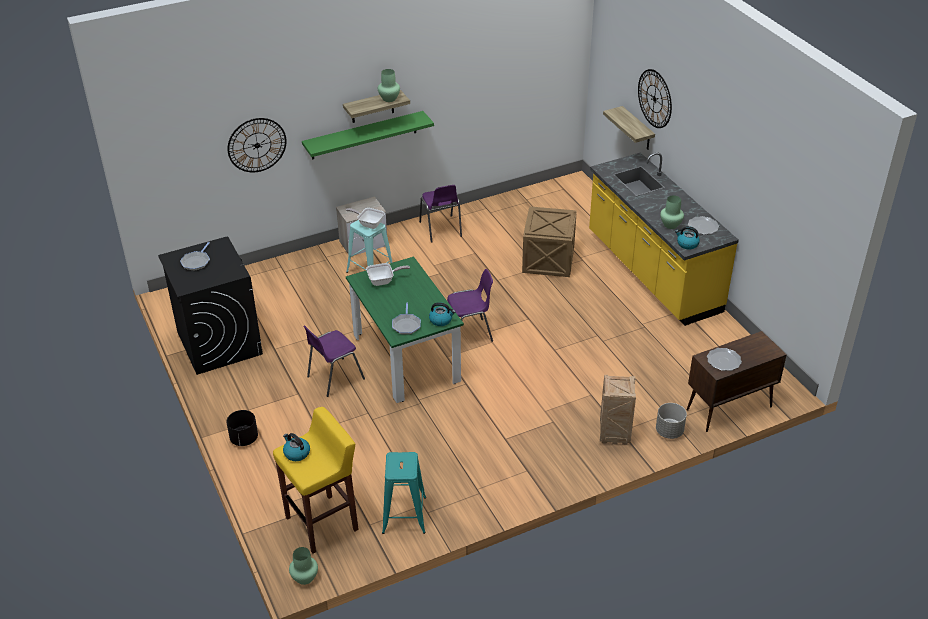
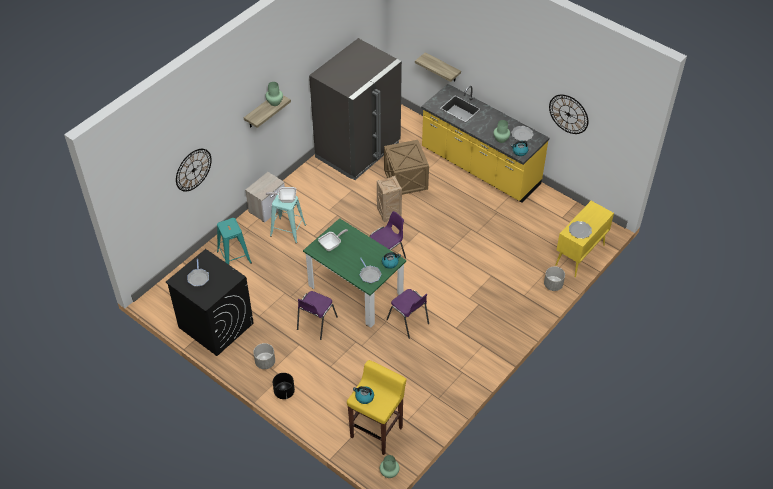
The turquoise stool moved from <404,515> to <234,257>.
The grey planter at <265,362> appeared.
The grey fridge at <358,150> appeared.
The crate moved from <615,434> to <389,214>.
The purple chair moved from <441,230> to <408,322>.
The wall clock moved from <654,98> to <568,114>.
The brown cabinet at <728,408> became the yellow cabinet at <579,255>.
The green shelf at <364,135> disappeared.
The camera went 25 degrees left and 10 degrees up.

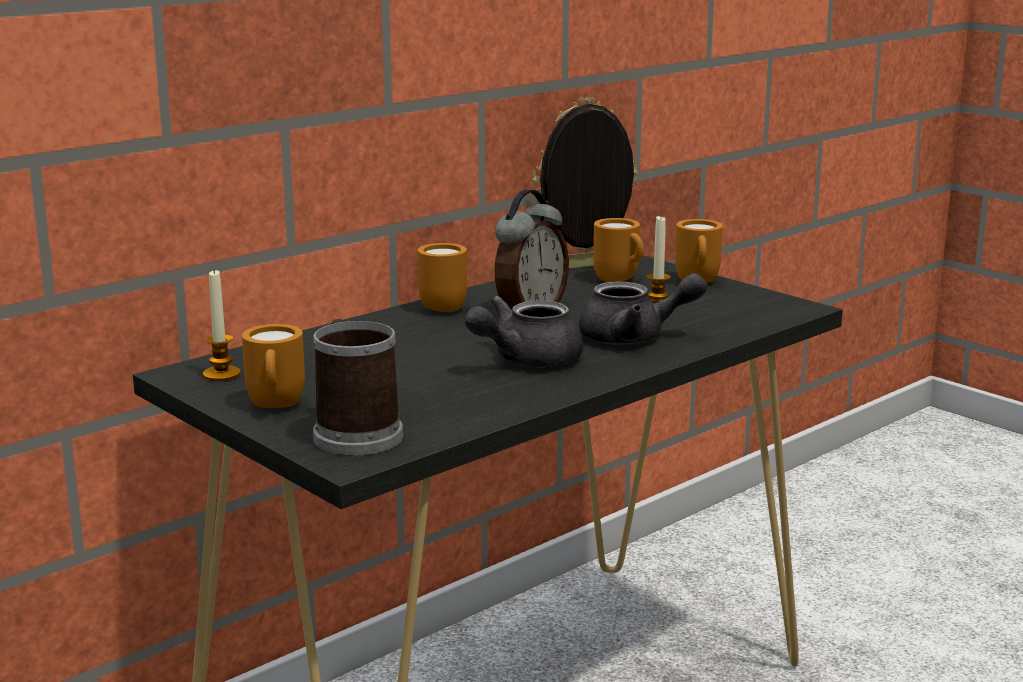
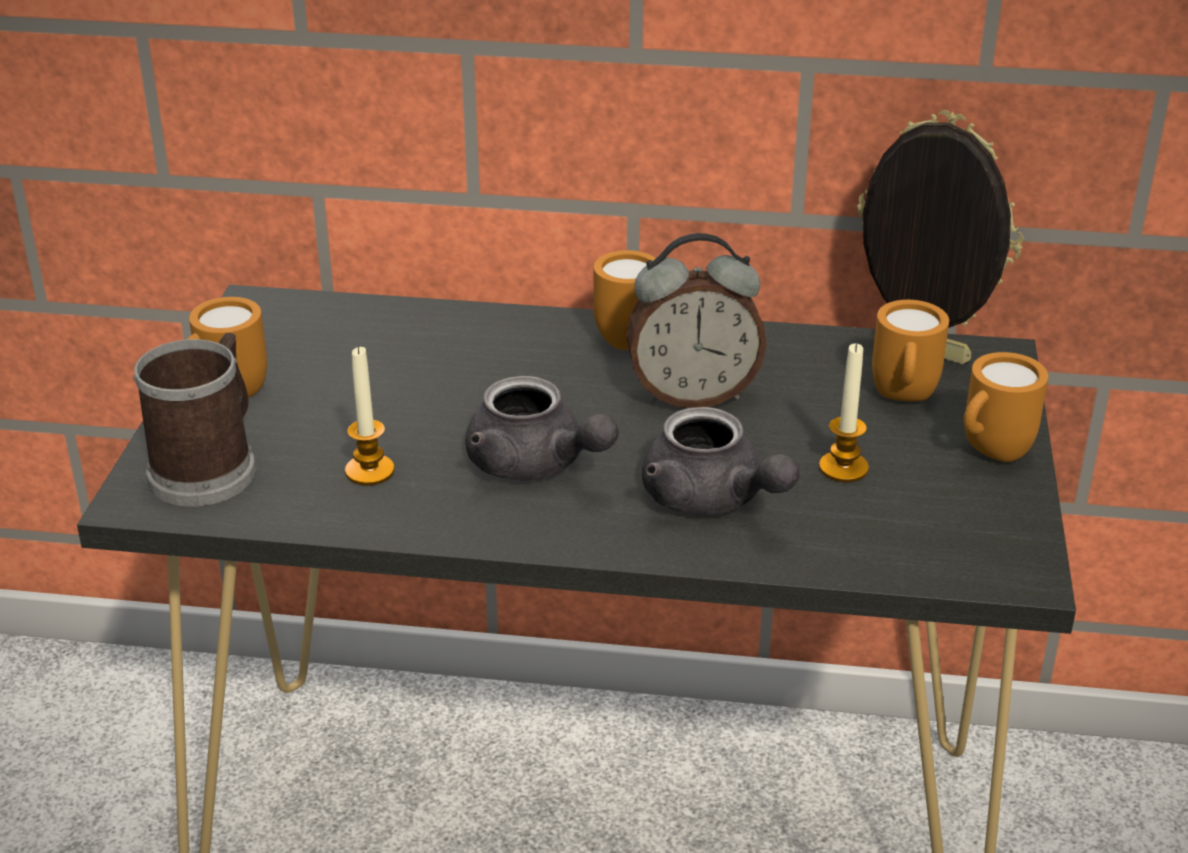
The candle moved from <221,374> to <370,471>.
The grey teapot at <525,360> turned 150 degrees counterclockwise.
The camera went 50 degrees right and 15 degrees up.

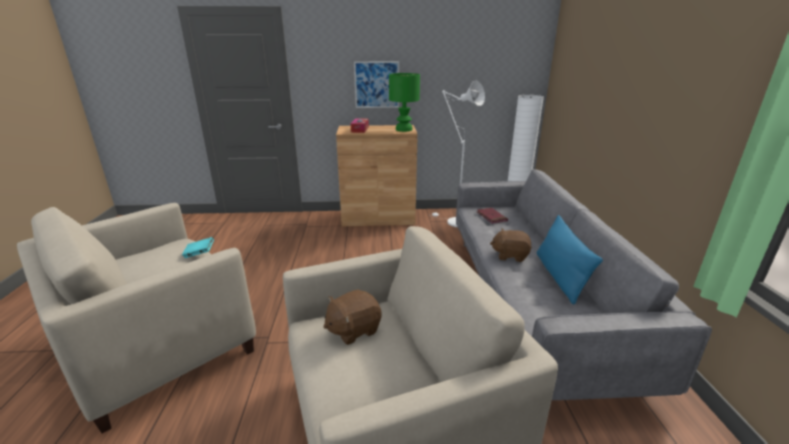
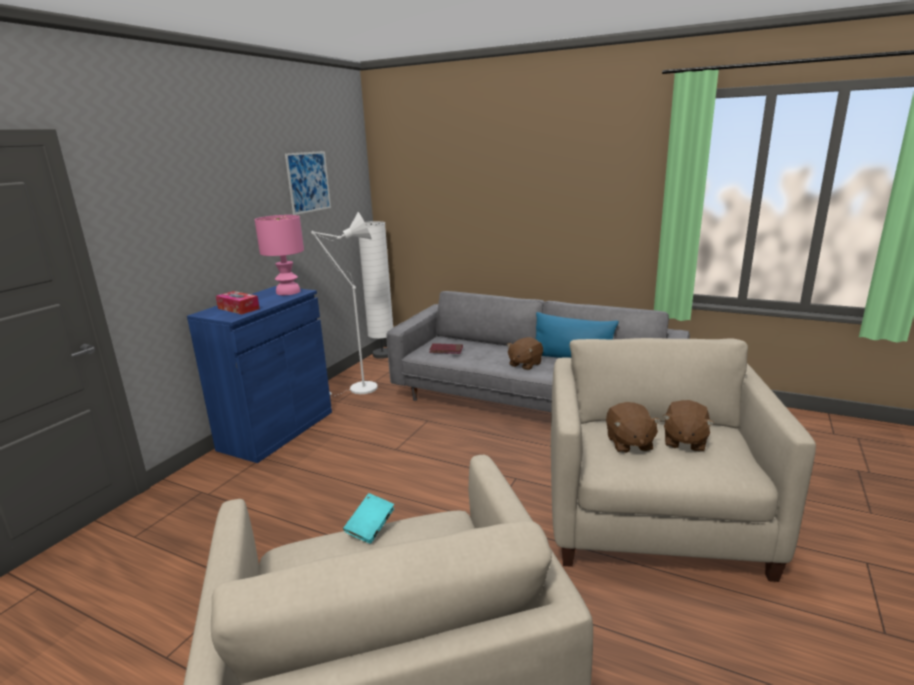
The brown cabinet at <378,218> became the blue cabinet at <277,430>.
The green table lamp at <403,129> became the pink table lamp at <287,292>.
The picture moved from <377,85> to <308,182>.
The brown plush toy at <684,441> appeared.
The camera went 60 degrees left and 5 degrees down.

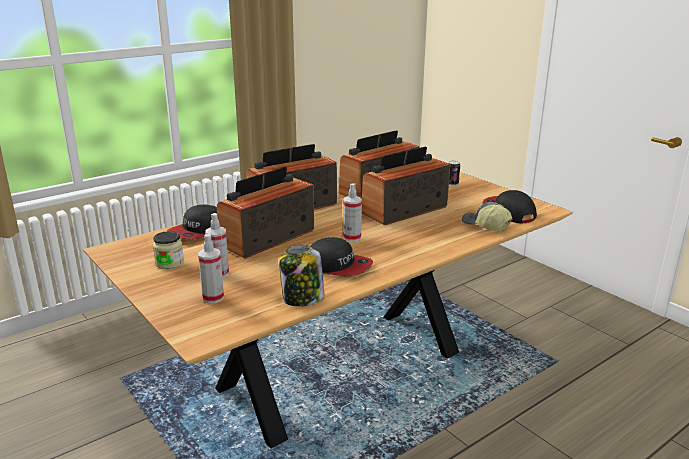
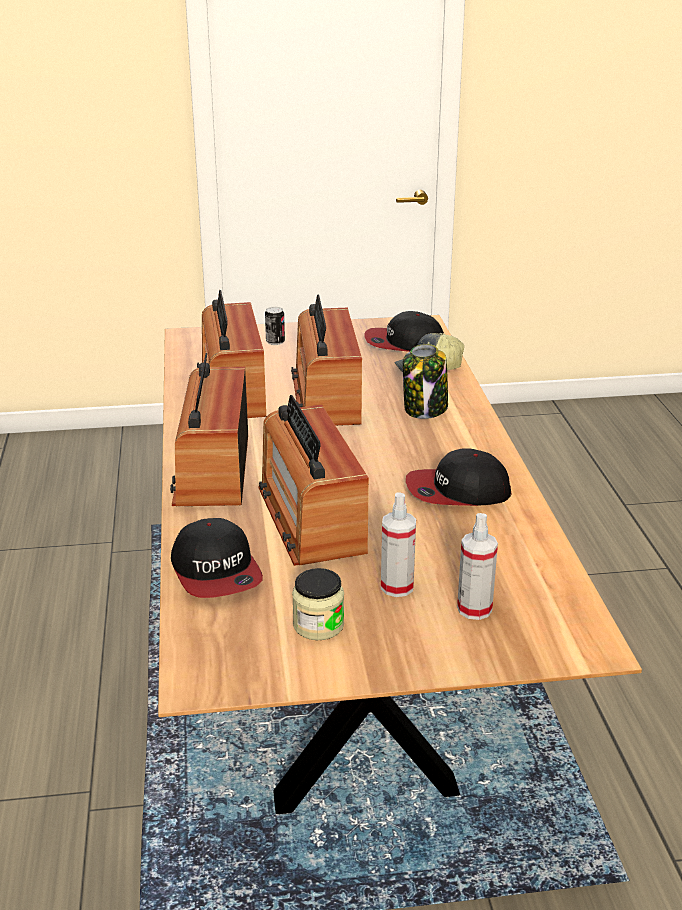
The jar moved from <302,299> to <425,409>.
The cap at <338,266> turned 150 degrees counterclockwise.
The spray bottle at <352,237> disappeared.
The camera went 60 degrees left and 5 degrees up.

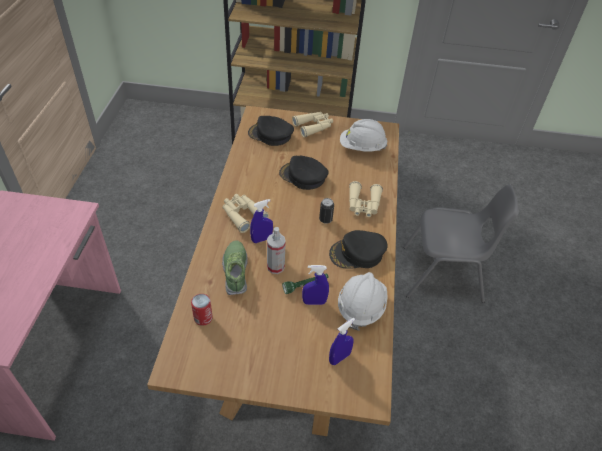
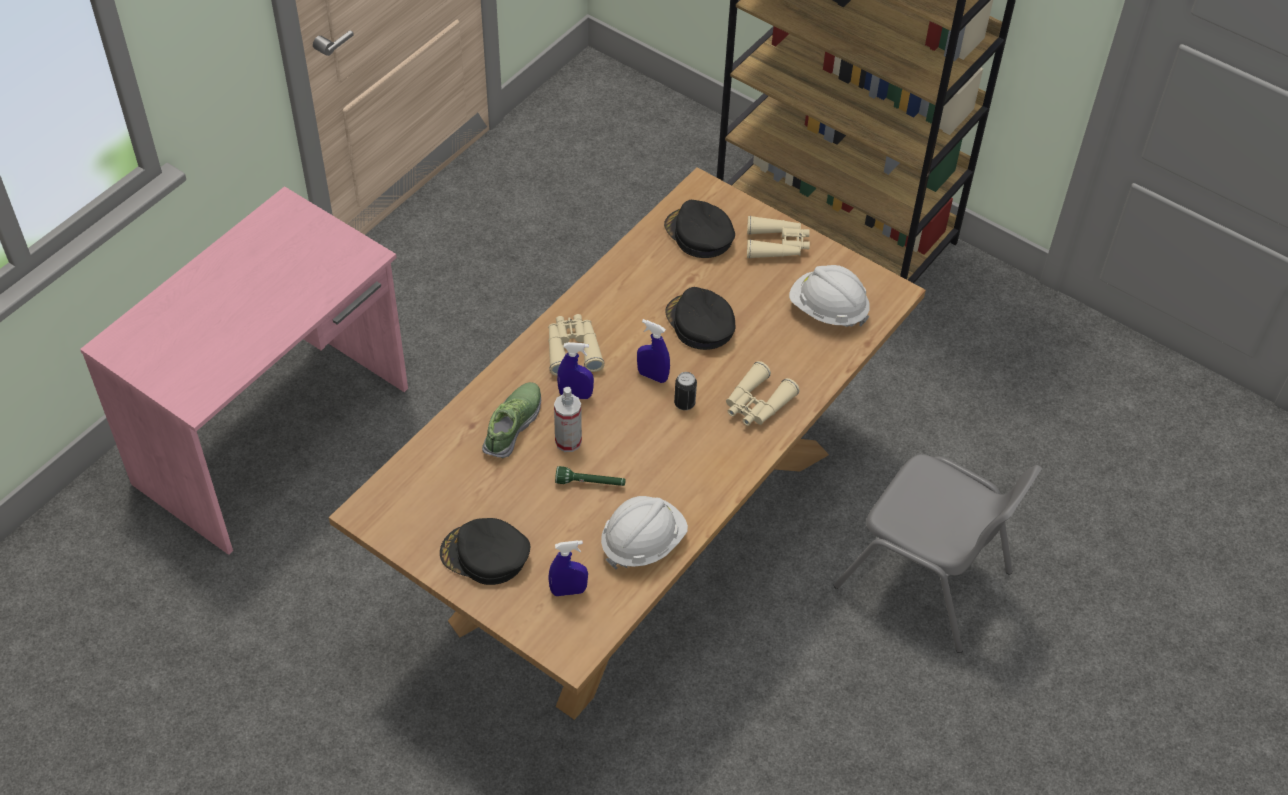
The black cap moved from <357,254> to <485,555>.
The blue spray bottle moved from <314,302> to <652,376>.
The can at <203,318> disappeared.
The camera went 30 degrees right and 5 degrees up.

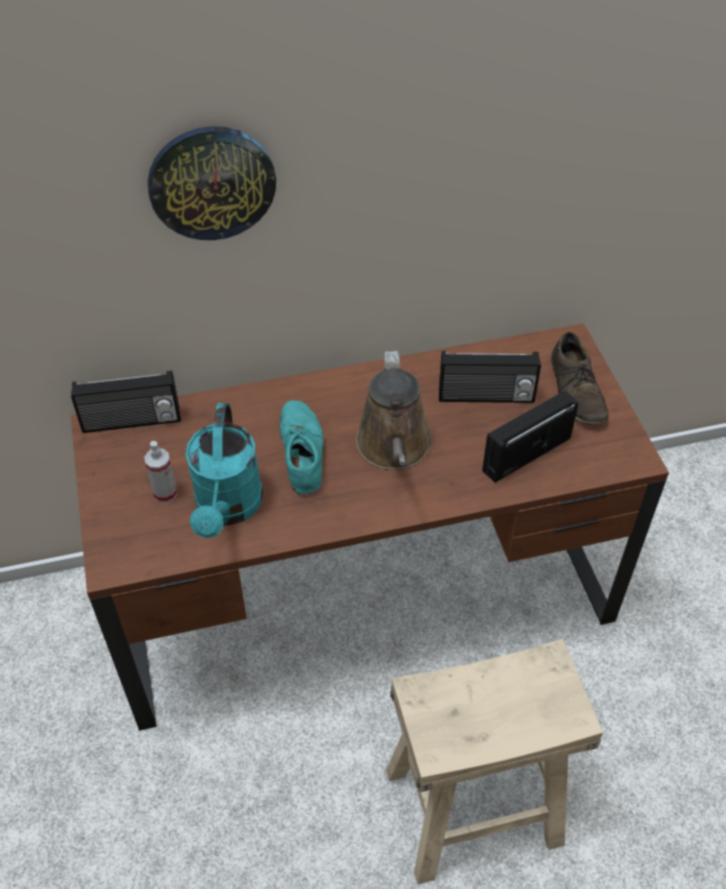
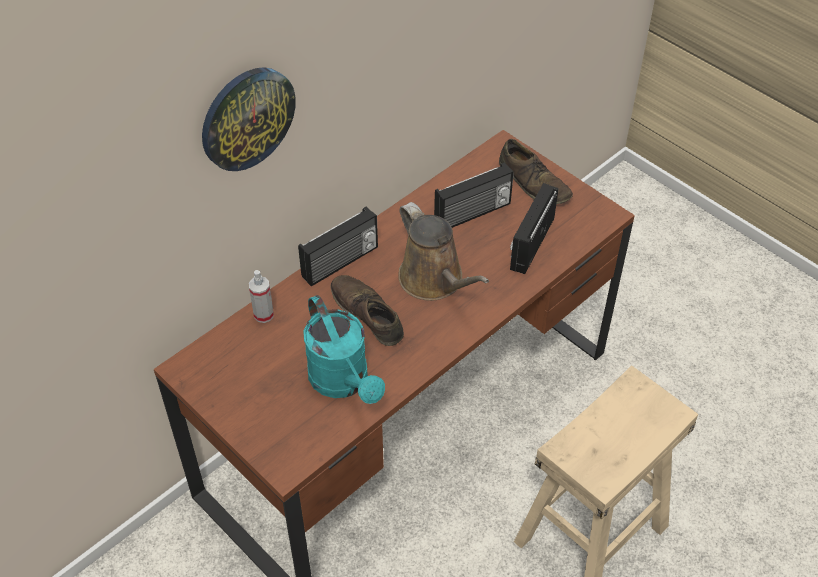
The spray bottle moved from <165,493> to <263,315>.
The radio moved from <131,422> to <341,263>.
The turquoise shoe at <301,452> became the brown shoe at <367,314>.
The camera went 30 degrees left and 0 degrees up.

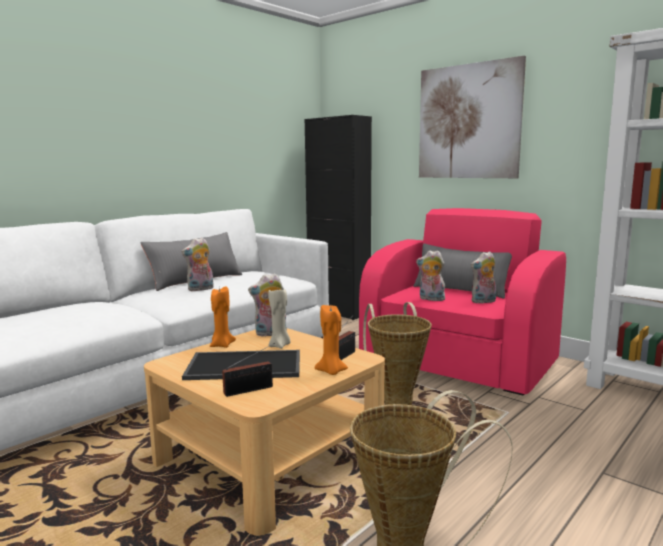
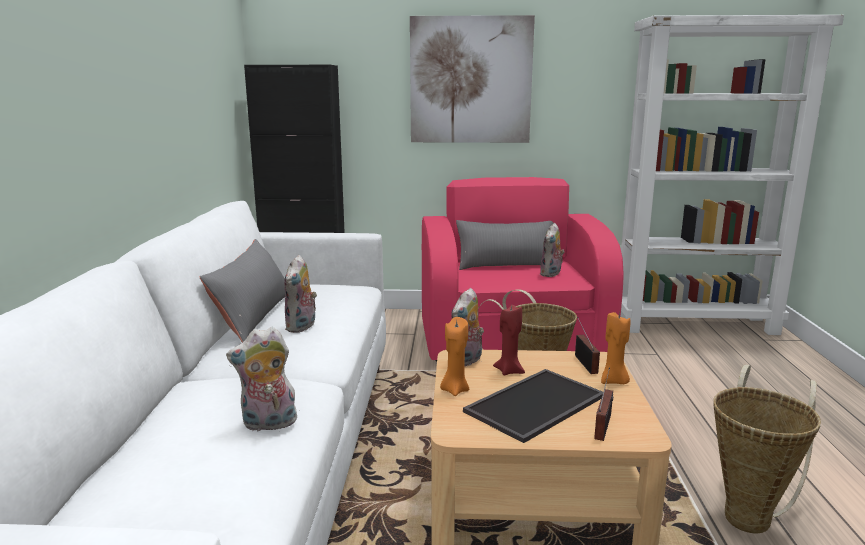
The plush toy moved from <430,299> to <268,424>.
The beige candle at <280,346> became the red candle at <509,371>.
The camera went 40 degrees left and 5 degrees up.

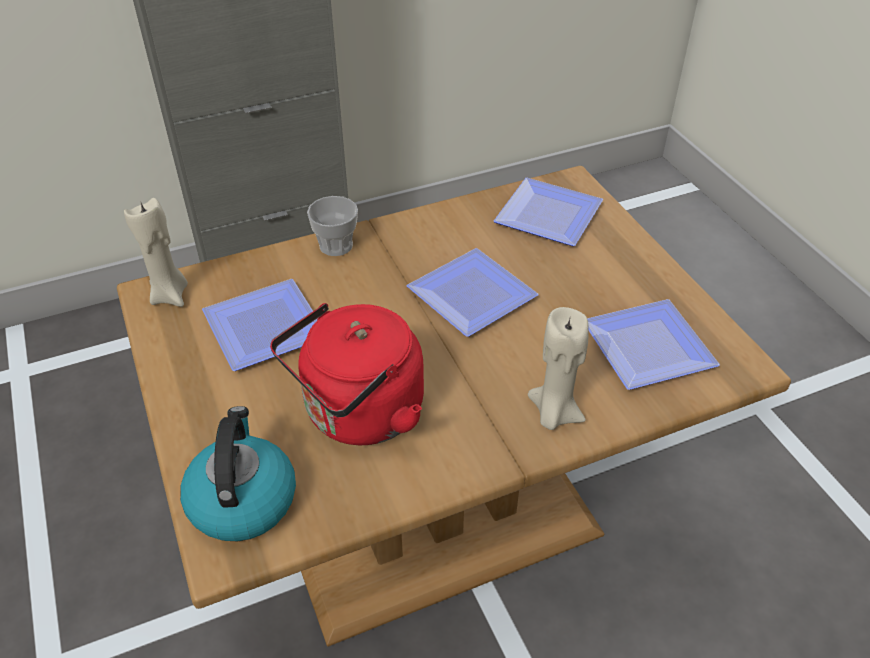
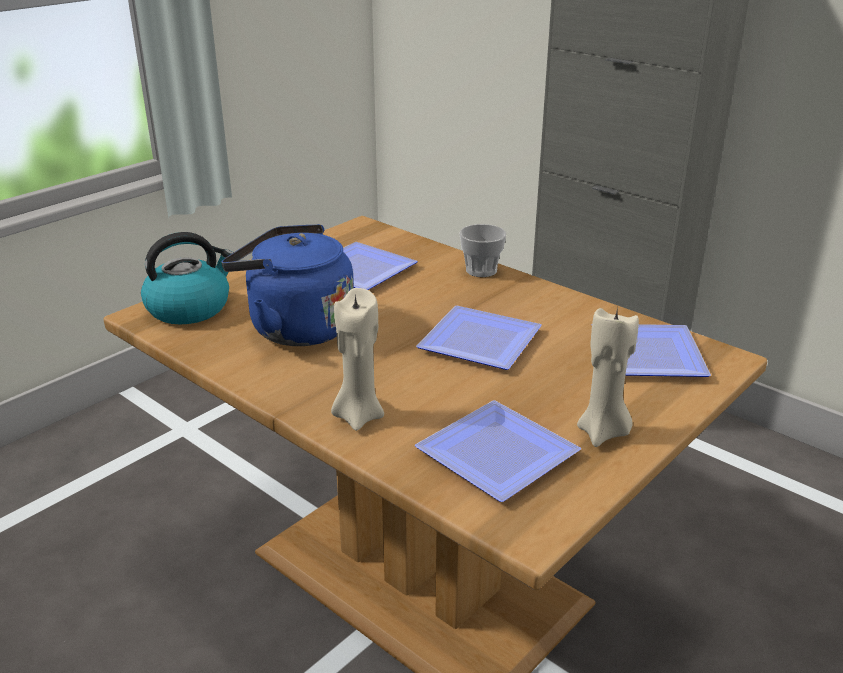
The red kettle at <359,414> became the blue kettle at <295,328>.
The beige candle moved from <170,295> to <603,432>.
The camera went 65 degrees right and 15 degrees down.

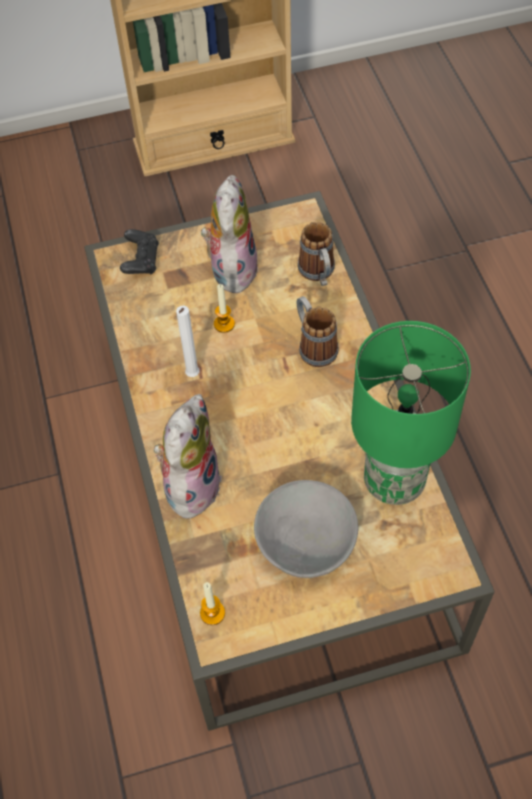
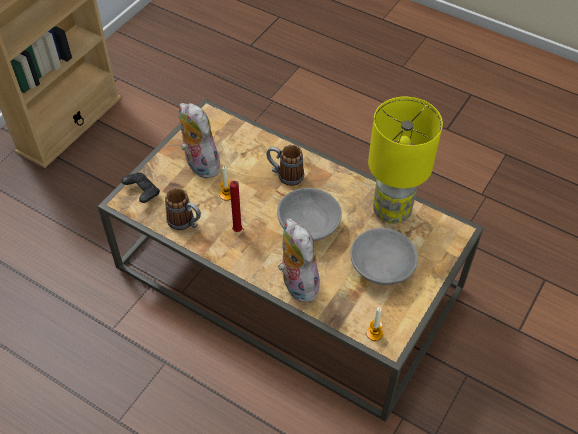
The mug moved from <318,274> to <185,223>.
The white candle at <192,376> became the red candle at <238,231>.
The grey bowl at <309,225> appeared.
The green table lamp at <393,480> became the yellow table lamp at <390,211>.
The camera went 45 degrees left and 5 degrees down.

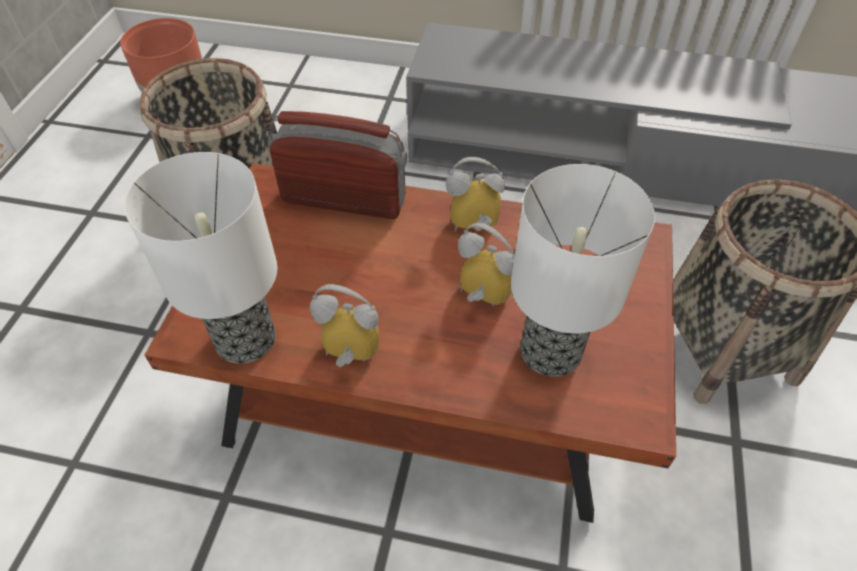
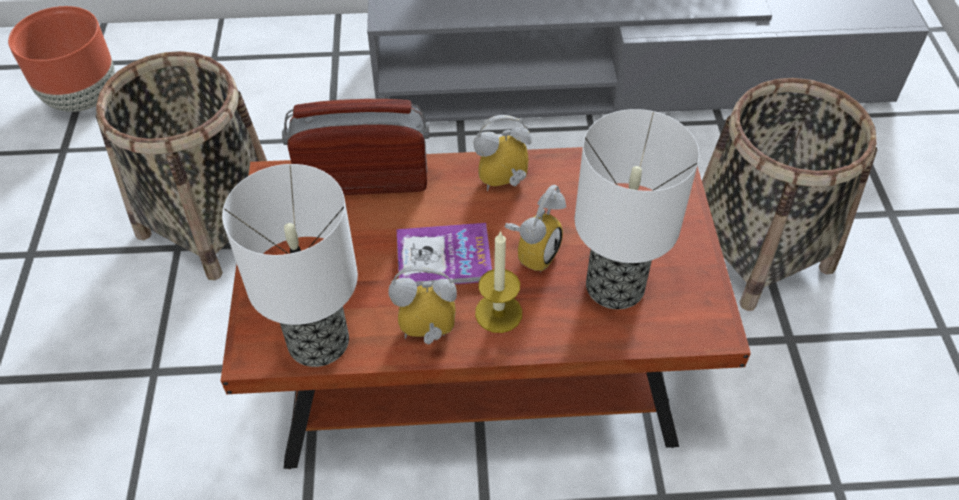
The book at <444,257> appeared.
The candle at <498,313> appeared.
The alarm clock at <479,297> turned 105 degrees clockwise.
The camera went 15 degrees left and 0 degrees up.

